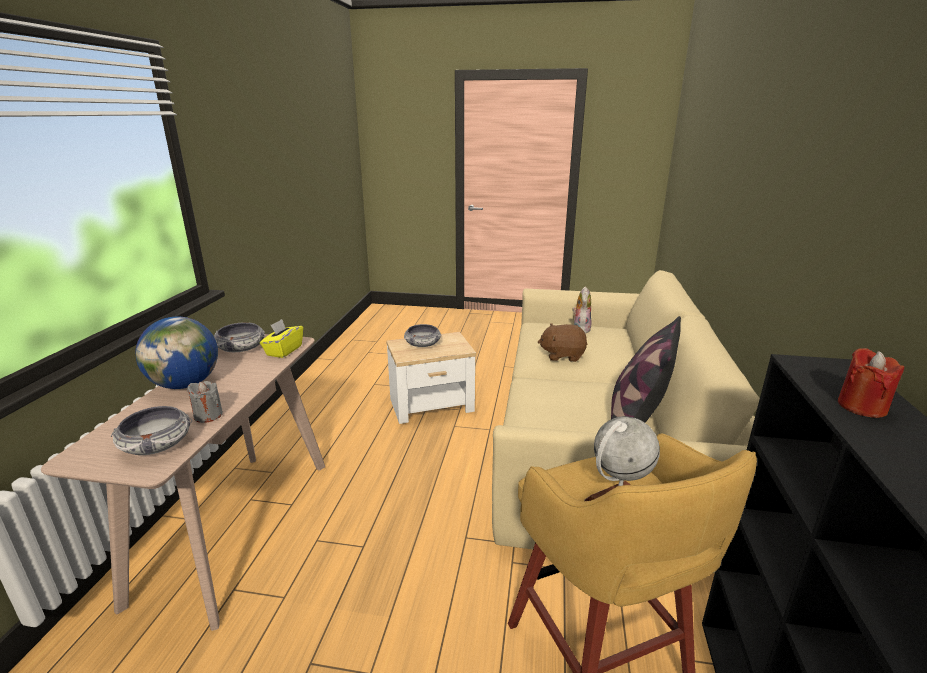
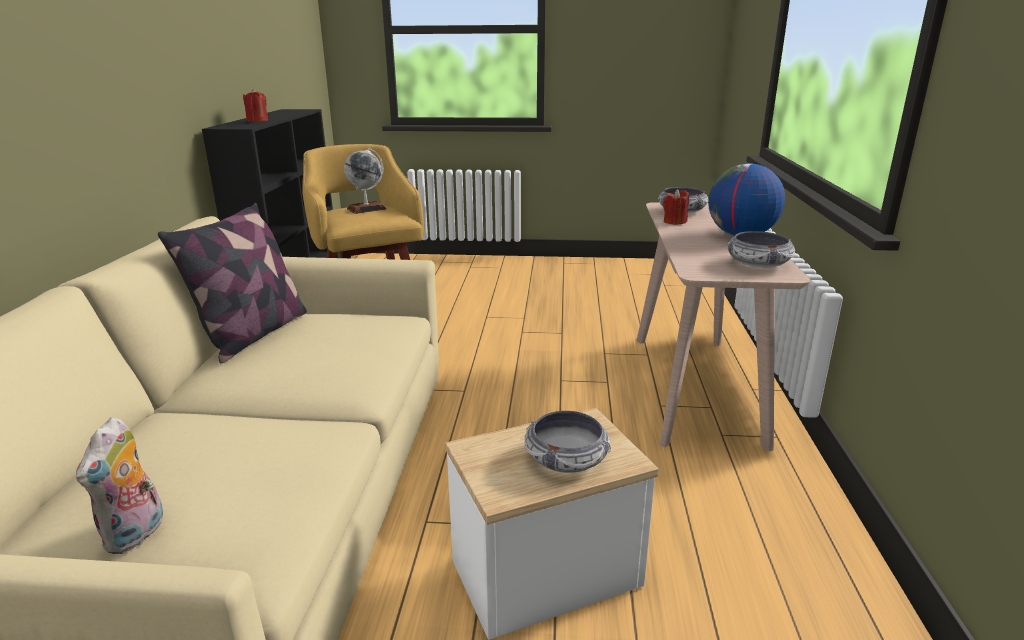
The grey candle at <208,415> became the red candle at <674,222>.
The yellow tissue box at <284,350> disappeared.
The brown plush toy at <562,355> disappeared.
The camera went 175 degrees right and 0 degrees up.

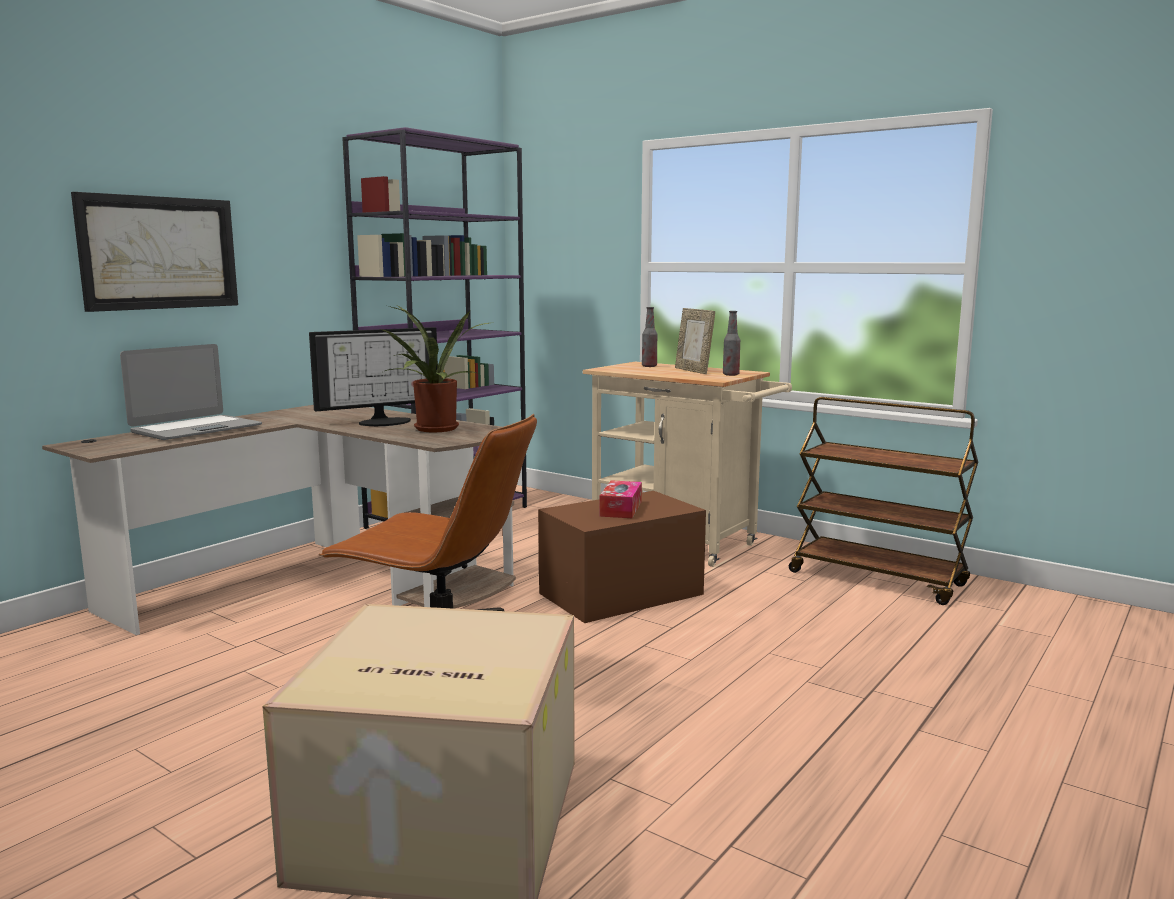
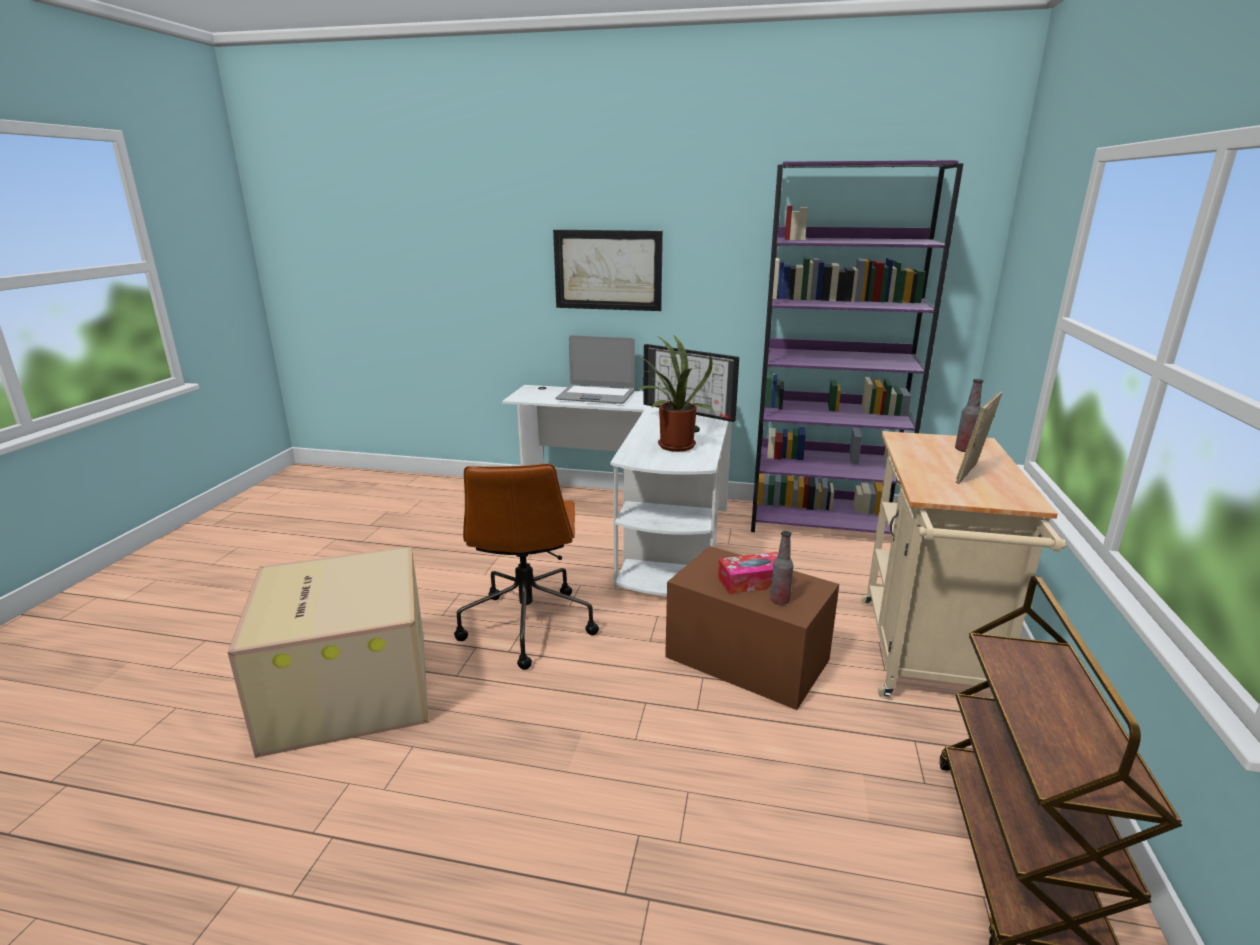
The brown desk at <322,582> became the white desk at <642,527>.
The bottle moved from <730,375> to <779,600>.
The camera went 65 degrees right and 10 degrees up.

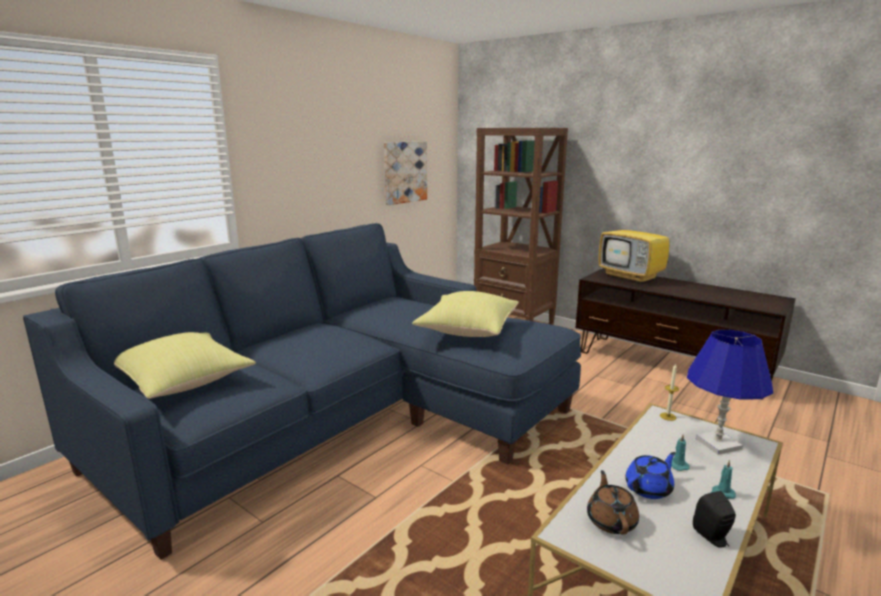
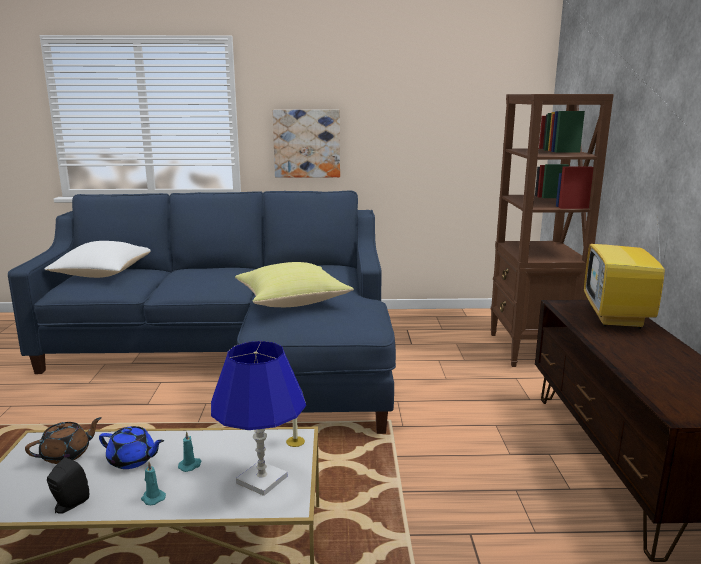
The yellow pillow at <186,383> became the white pillow at <104,275>.
The picture moved from <404,172> to <307,143>.
The camera went 50 degrees right and 0 degrees up.

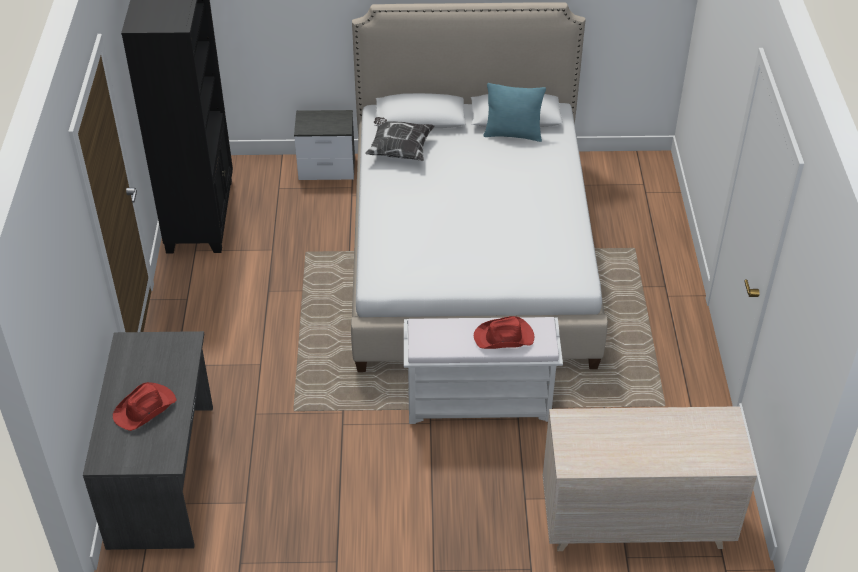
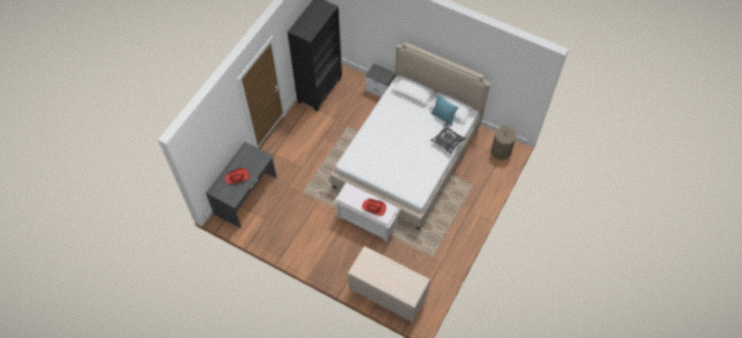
The pillow moved from <399,150> to <447,142>.
The laundry basket at <501,151> appeared.
The camera went 30 degrees right and 15 degrees up.

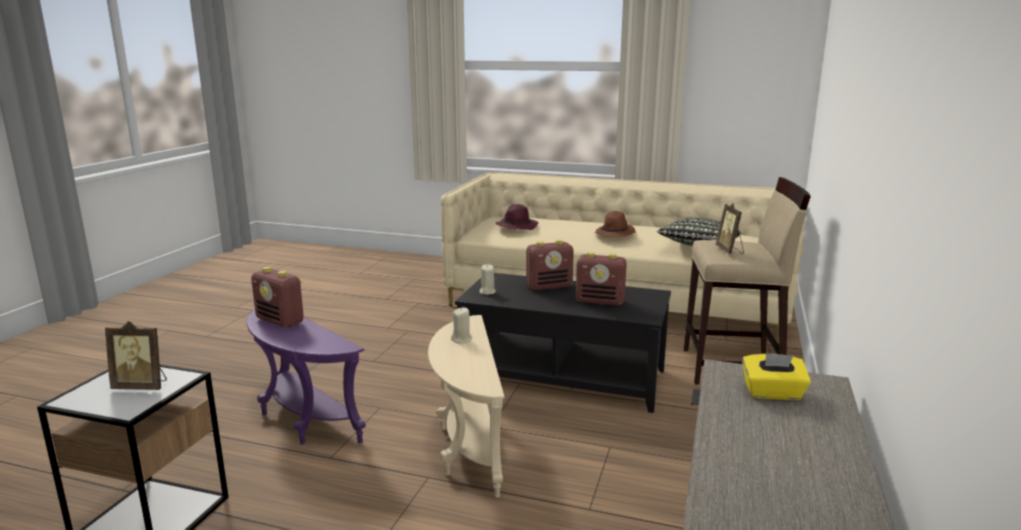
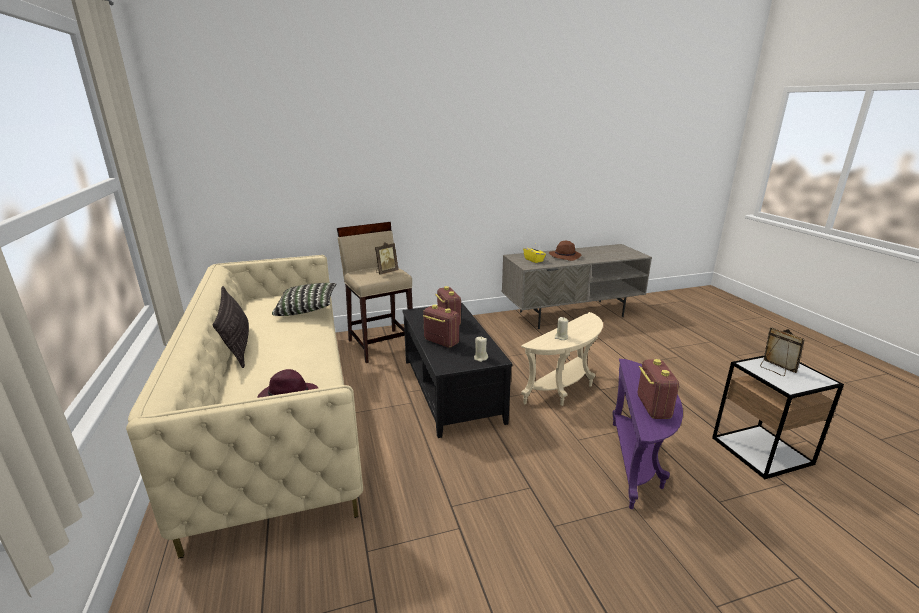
The pillow at <237,345> appeared.
The brown hat moved from <615,234> to <565,256>.
The camera went 125 degrees left and 5 degrees up.

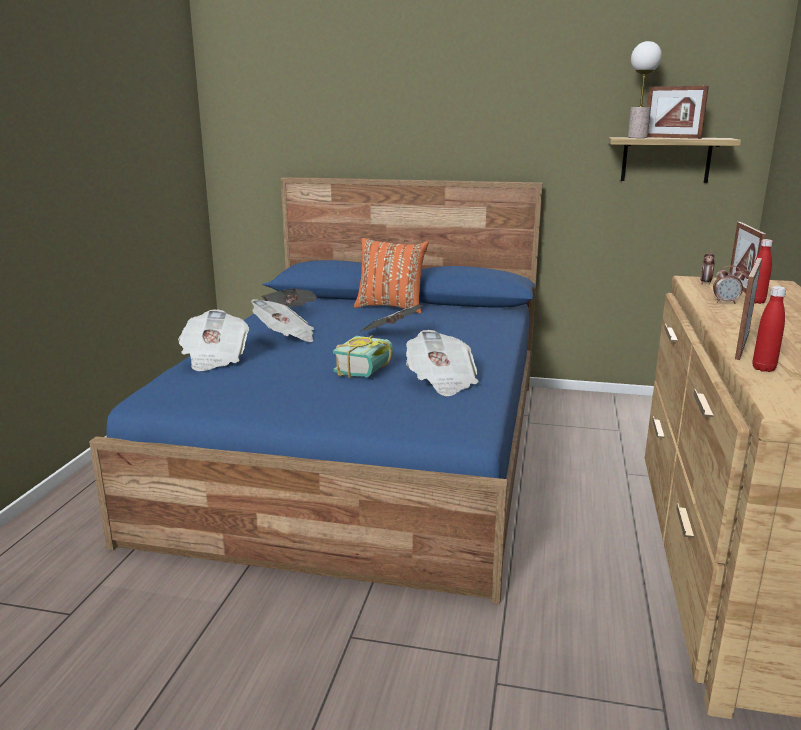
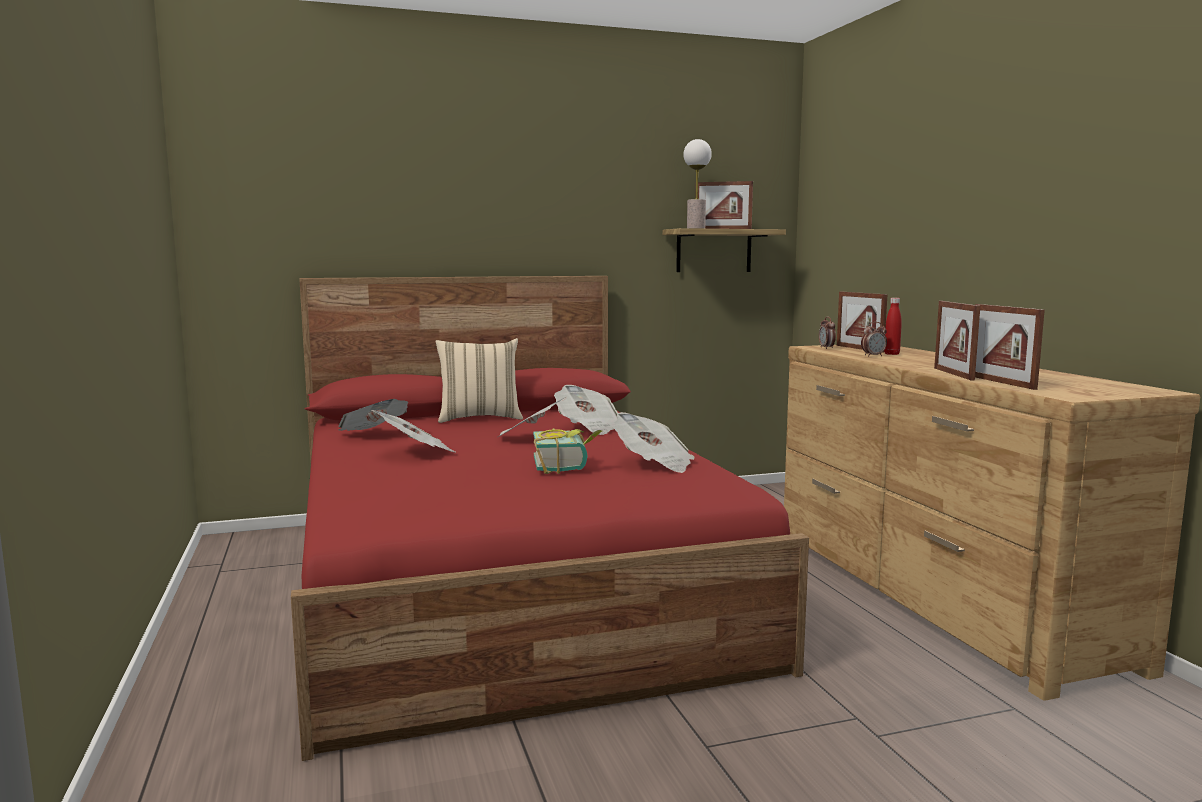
The blue bed at <366,450> became the red bed at <507,584>.
The orange pillow at <391,307> became the beige pillow at <479,418>.
The newspaper moved from <214,359> to <588,428>.
The red bottle at <763,369> was replaced by the picture frame at <1001,382>.
The camera went 30 degrees left and 10 degrees down.

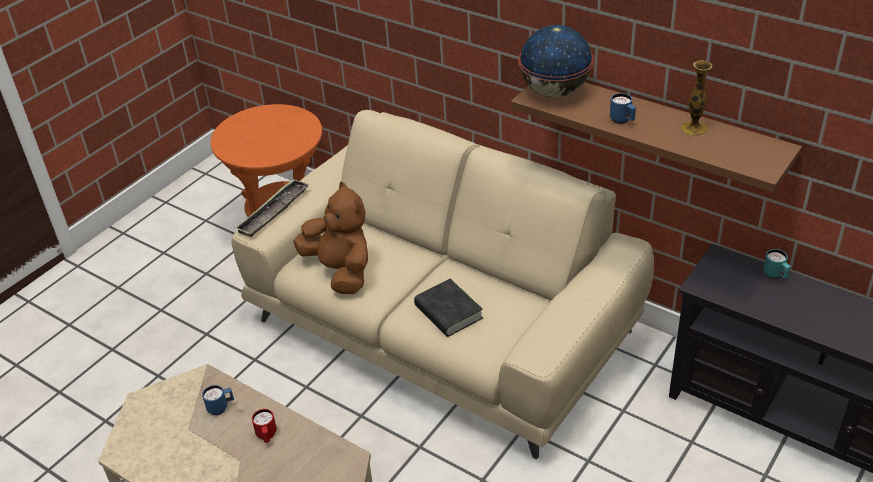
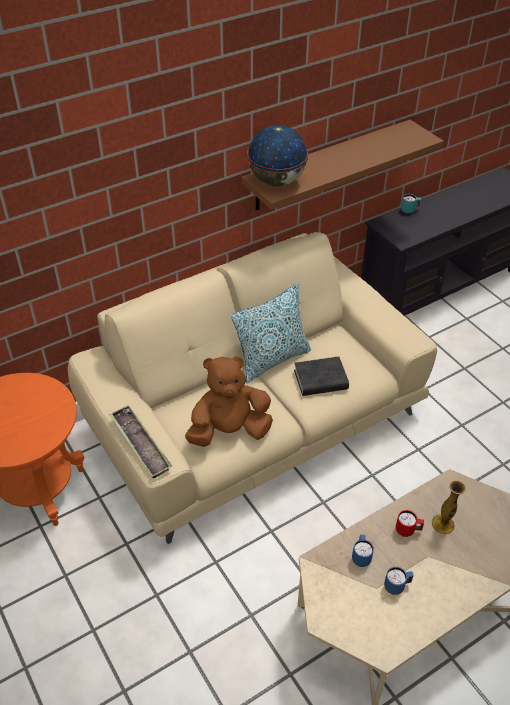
The pillow at <272,359> appeared.
The blue mug moved from <622,121> to <397,586>.
The vase moved from <694,129> to <443,524>.
The camera went 70 degrees left and 5 degrees up.

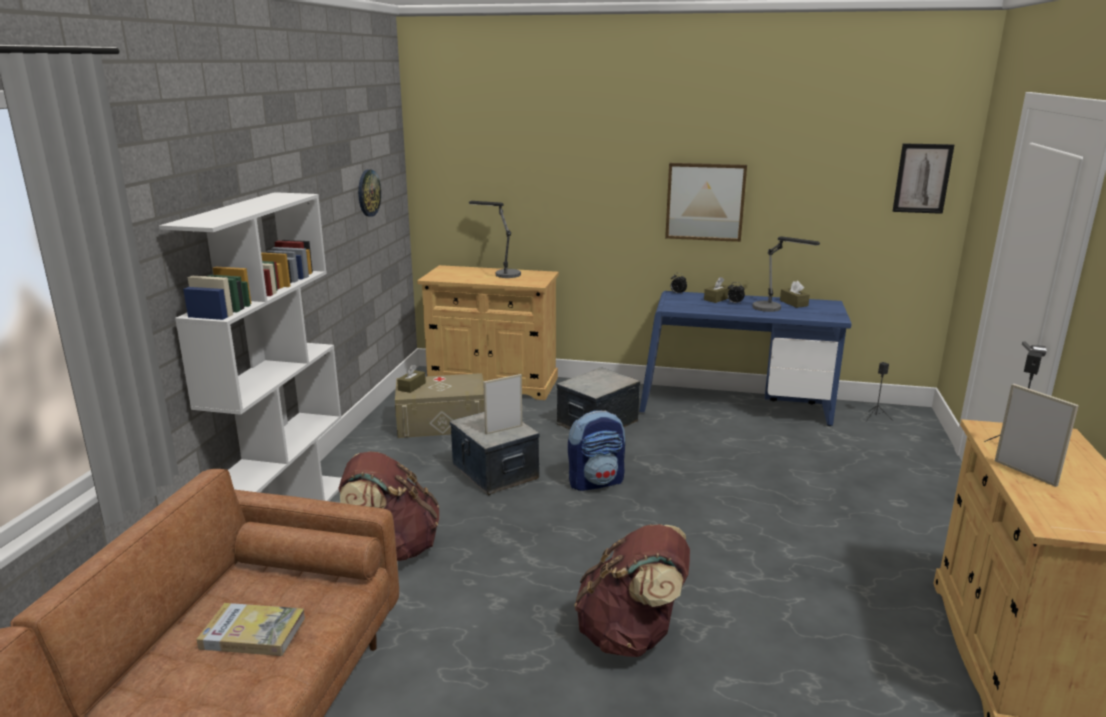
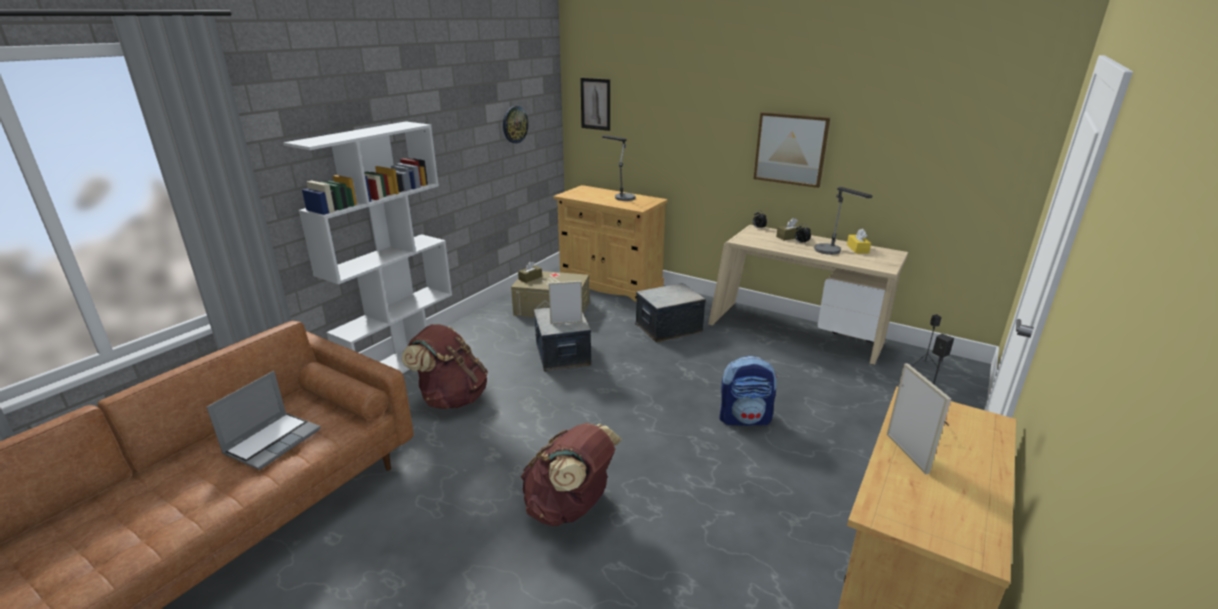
The book at <253,633> was replaced by the laptop at <273,441>.
The picture moved from <922,178> to <595,104>.
The blue desk at <735,407> became the beige desk at <795,333>.
The backpack moved from <596,482> to <745,418>.
The brown tissue box at <793,303> became the yellow tissue box at <857,249>.
The camera went 20 degrees right and 5 degrees up.

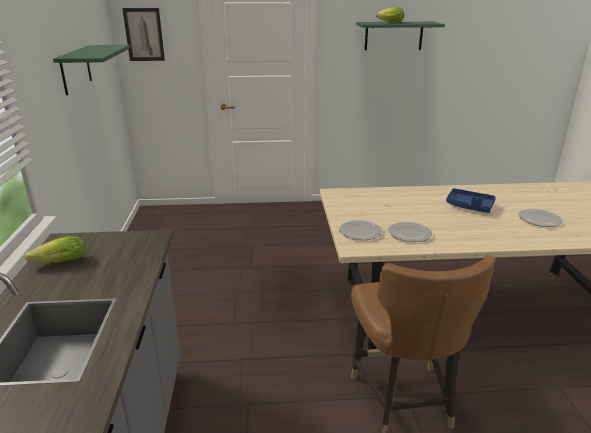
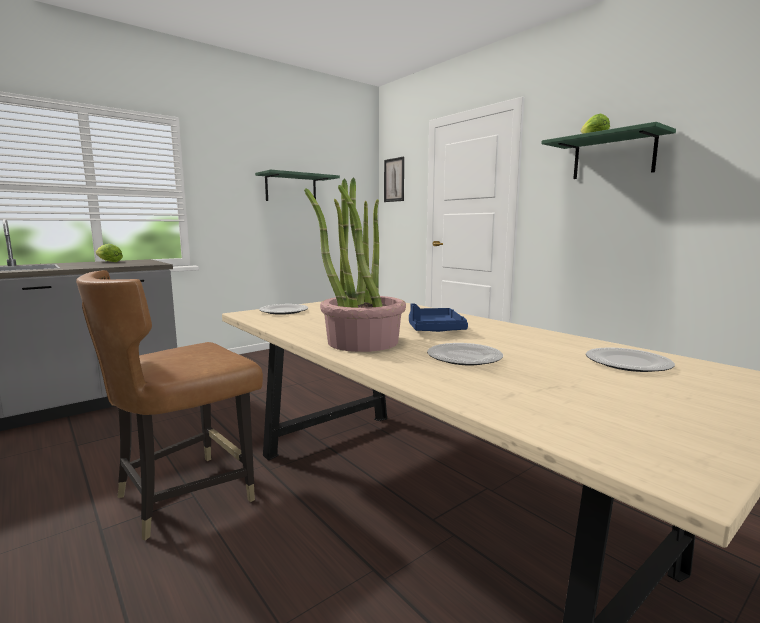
The potted plant at <362,342> appeared.
The plate moved from <410,234> to <627,363>.
The camera went 55 degrees right and 15 degrees down.

